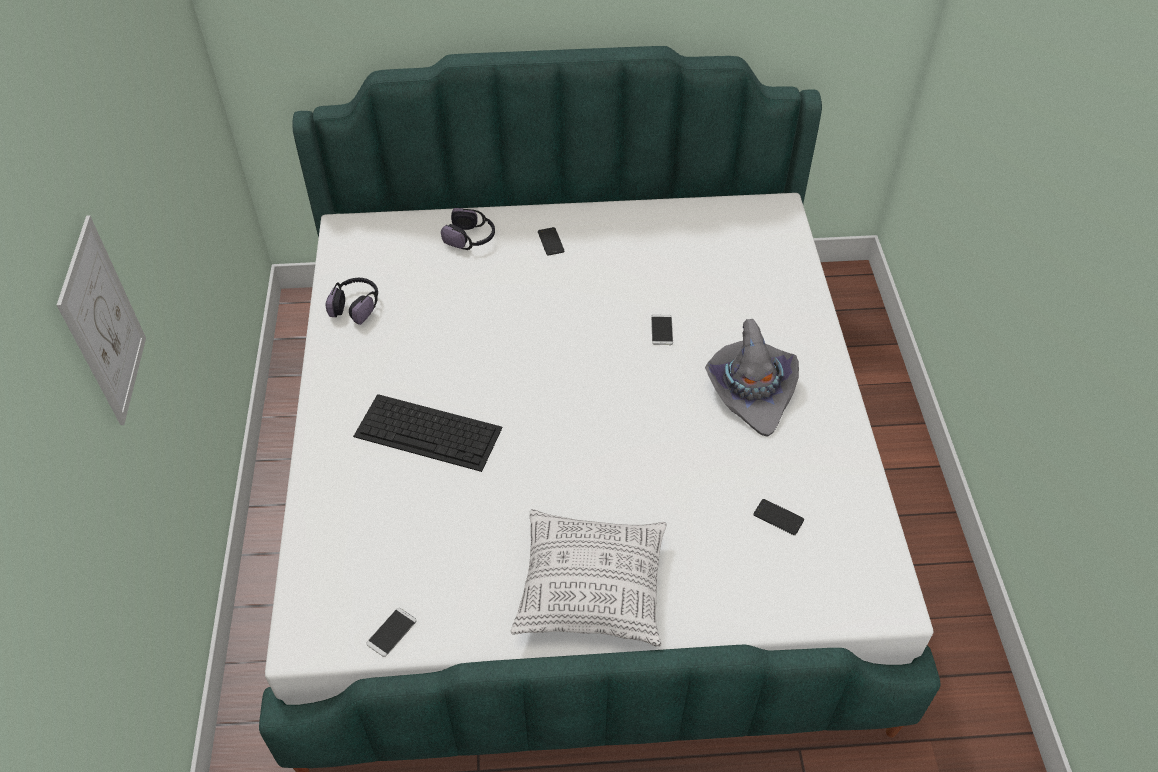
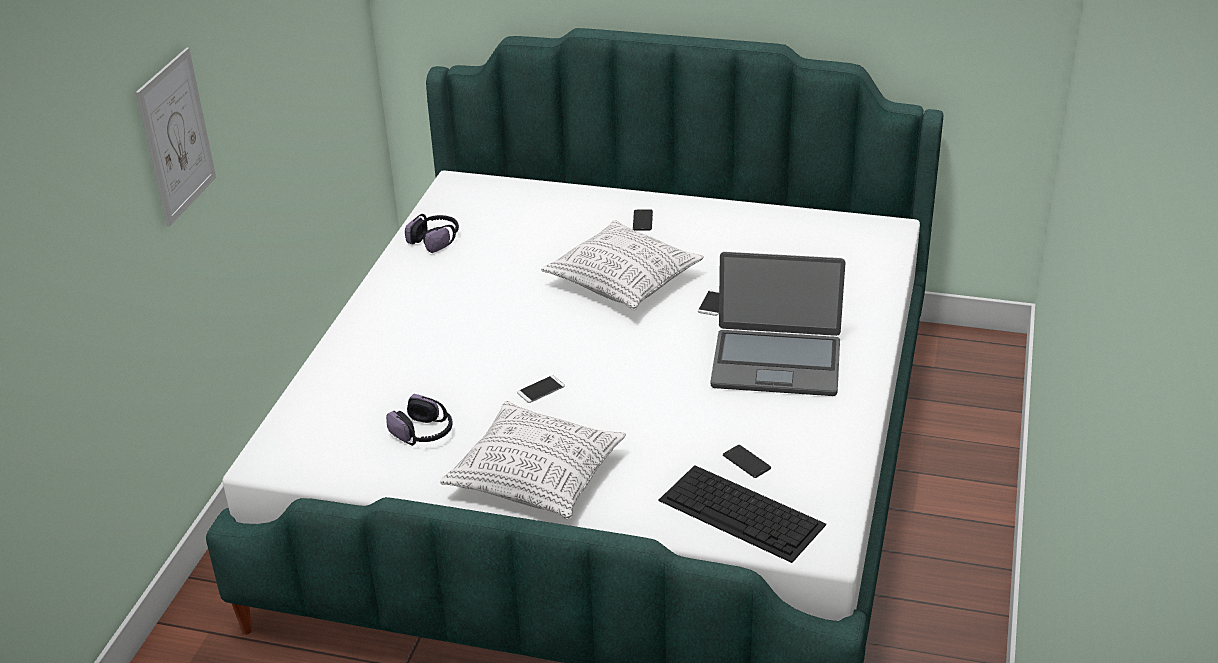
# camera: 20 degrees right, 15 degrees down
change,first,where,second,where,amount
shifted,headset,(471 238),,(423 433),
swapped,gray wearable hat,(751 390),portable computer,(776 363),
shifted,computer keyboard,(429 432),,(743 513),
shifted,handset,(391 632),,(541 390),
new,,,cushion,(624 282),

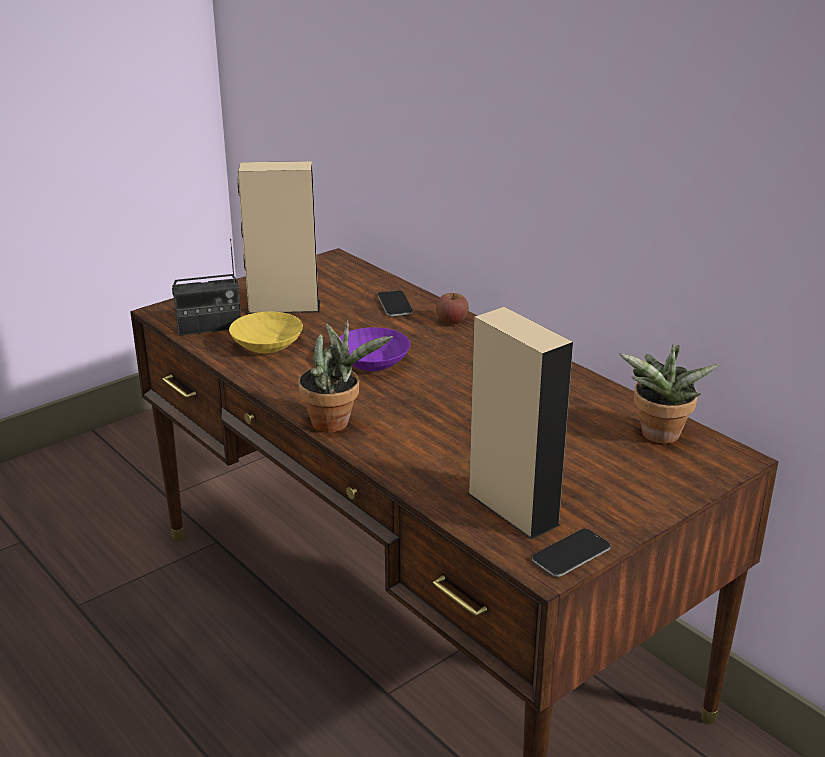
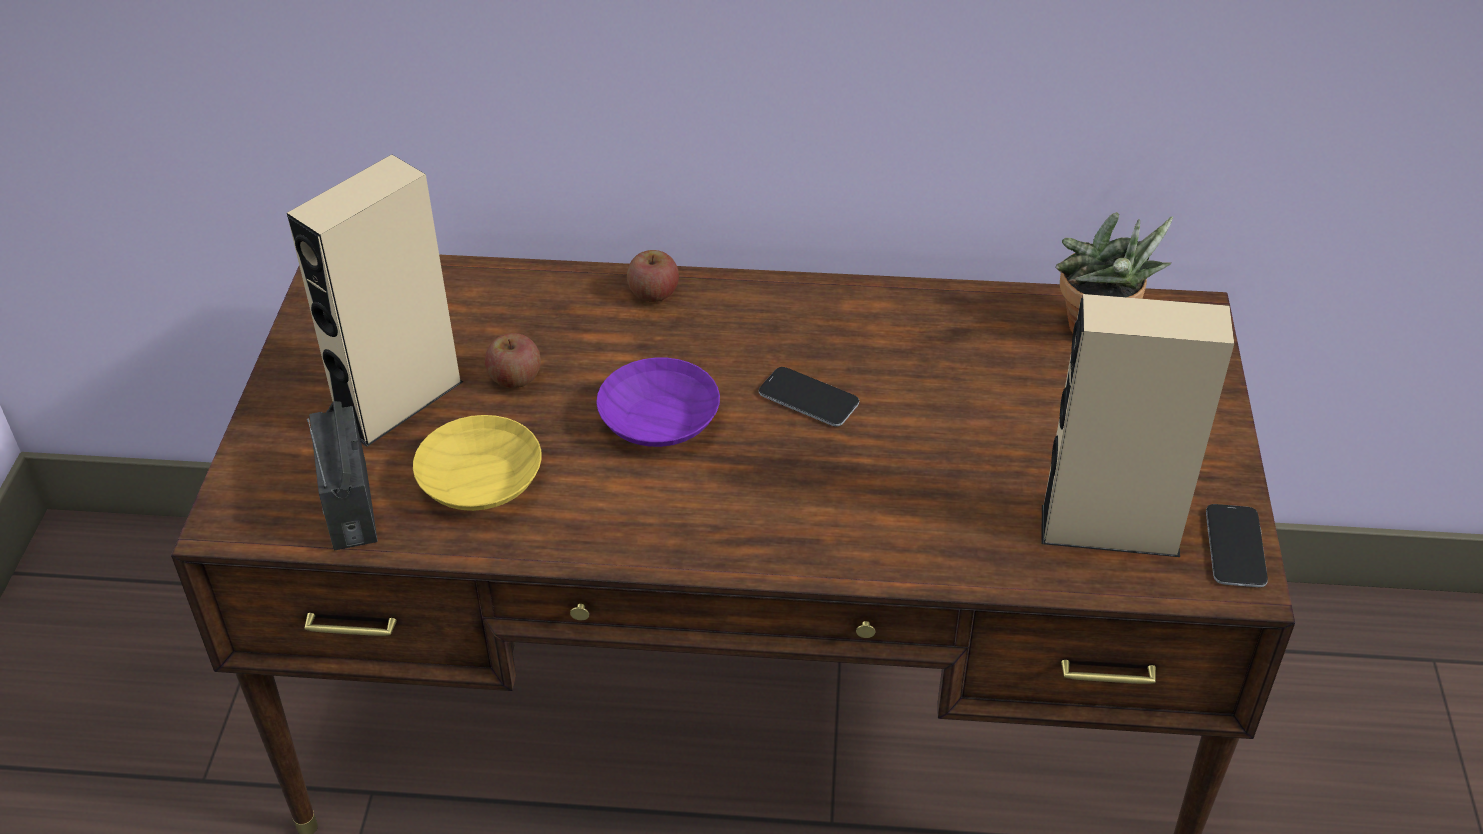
# camera: 45 degrees left, 15 degrees up
change,first,where,second,where,amount
rotated,radio,(209 327),,(349 505),135 degrees clockwise
shifted,handset,(395 304),,(808 398),
gone,houseplant,(336 423),,,
new,,,whole apple,(515 378),

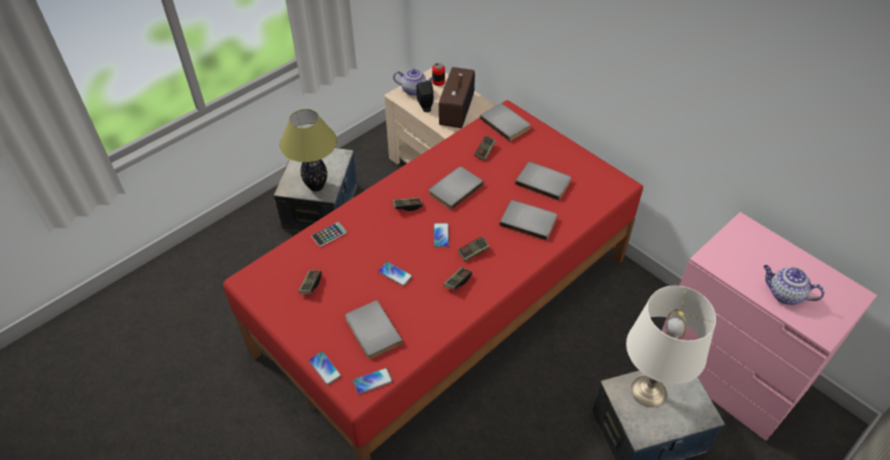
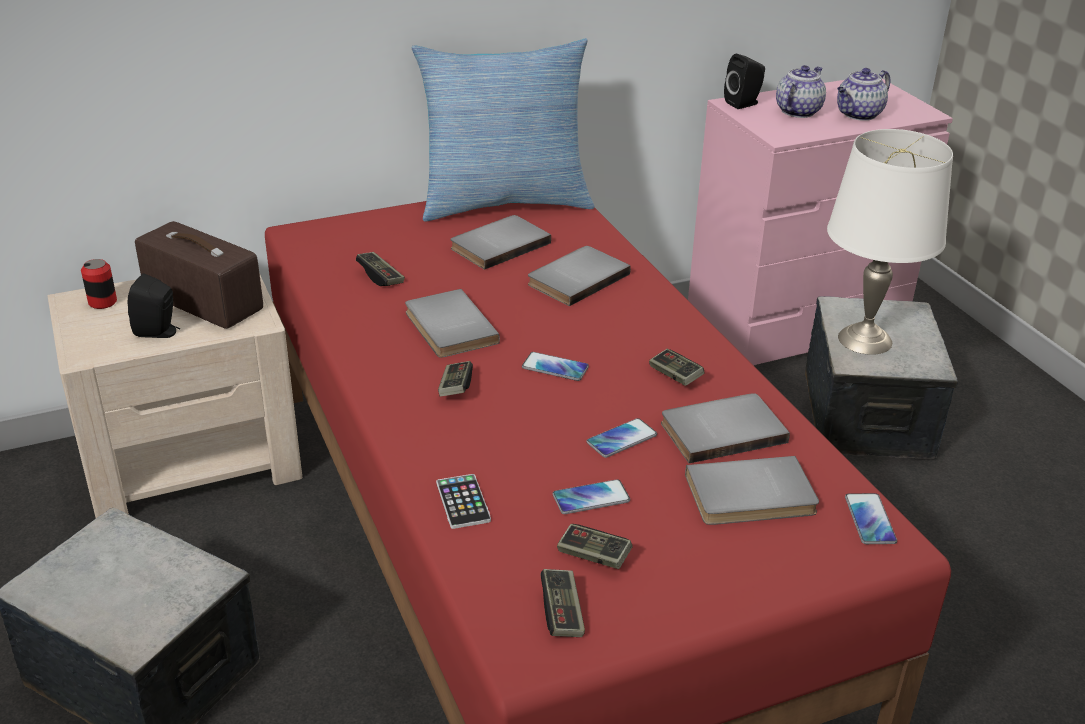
# camera: 70 degrees left, 15 degrees down
change,first,where,second,where,amount
shifted,tea pot,(414 90),,(798 111),
shifted,gray bound book,(506 123),,(721 430),
gone,table lamp,(316 187),,,
shifted,joypad,(473 252),,(562 612),
shifted,handset,(324 368),,(591 498),
new,,,cushion,(504 202),
new,,,black-coloured audio speaker,(744 103),

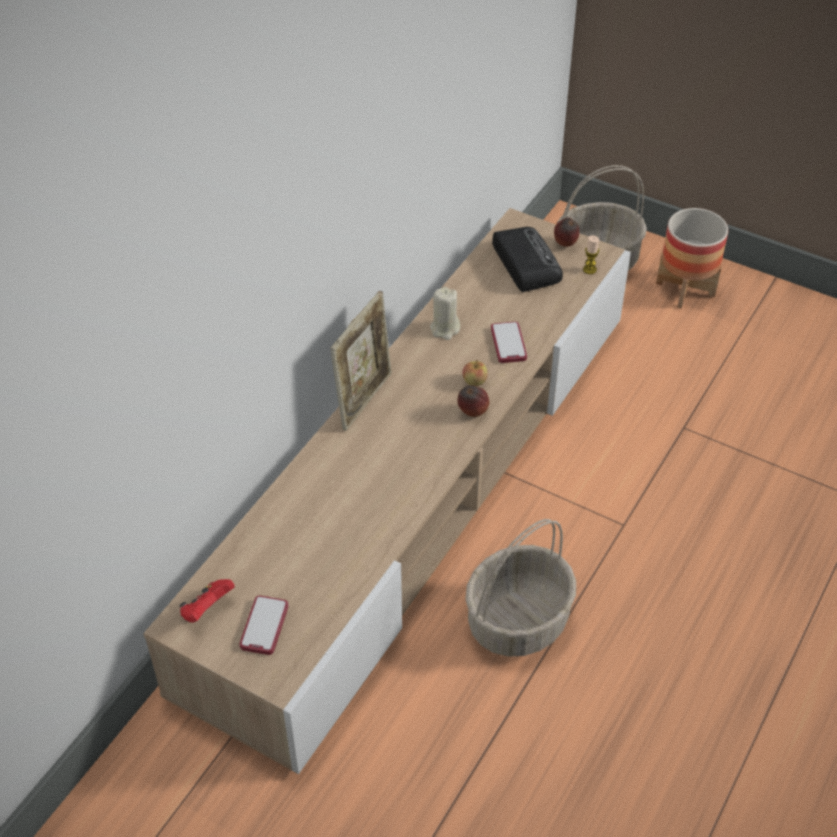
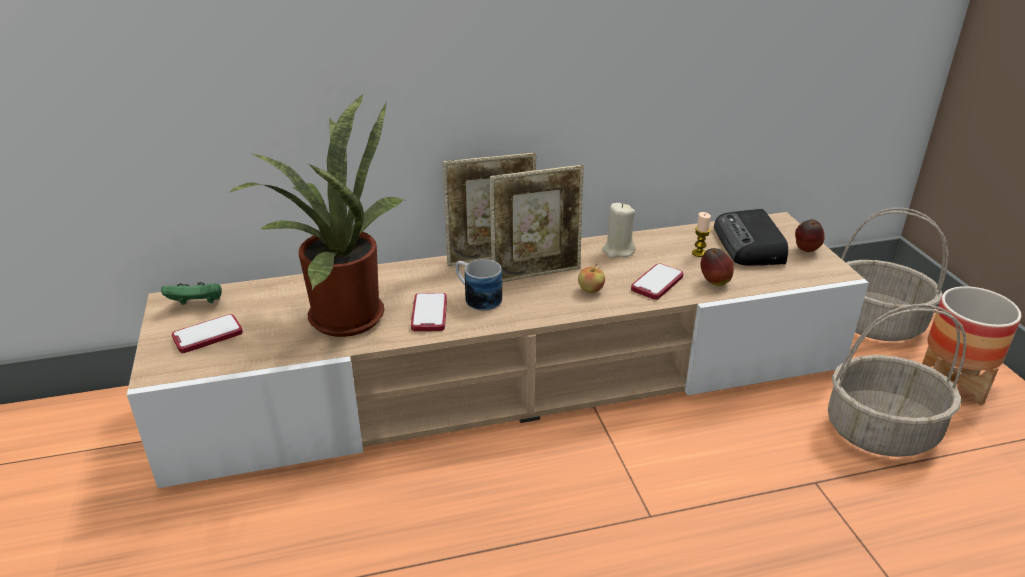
# camera: 45 degrees right, 15 degrees down
change,first,where,second,where,amount
rotated,radio,(525 262),,(750 245),150 degrees clockwise
shifted,wax light,(589 269),,(699 253),
shifted,whole apple,(472 413),,(714 283),
shifted,basket,(518 620),,(882 430),
repainted,red joypad,(207 610),greenish joypad,(197 304),
new,,,houseplant,(340 315),
new,,,standing frame,(536 273),
new,,,coffee mug,(477 298),
new,,,handset,(429 313),

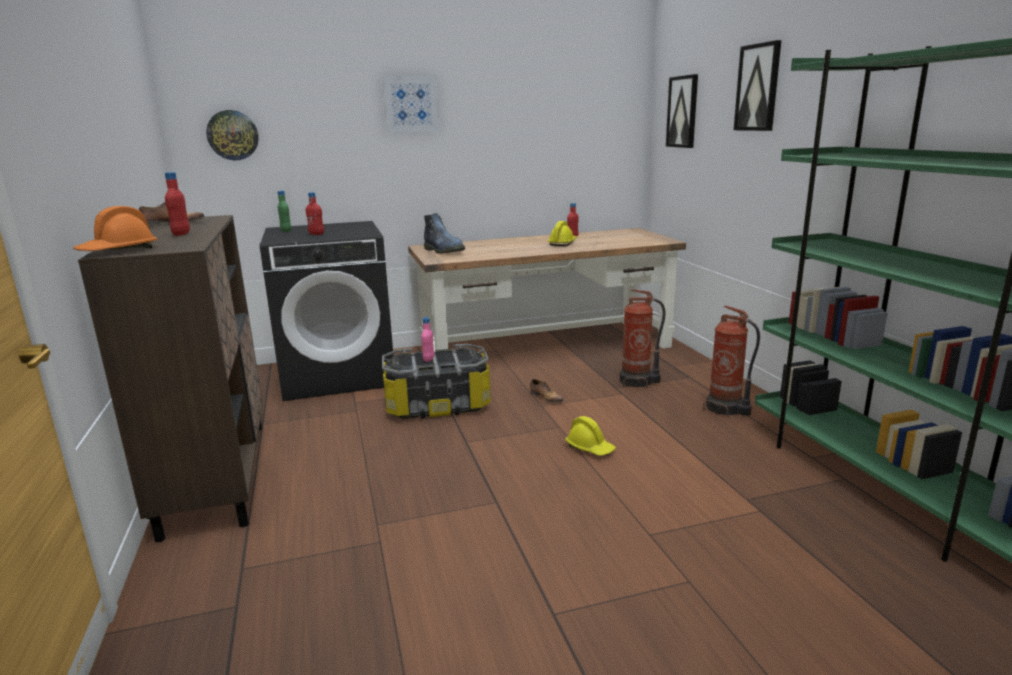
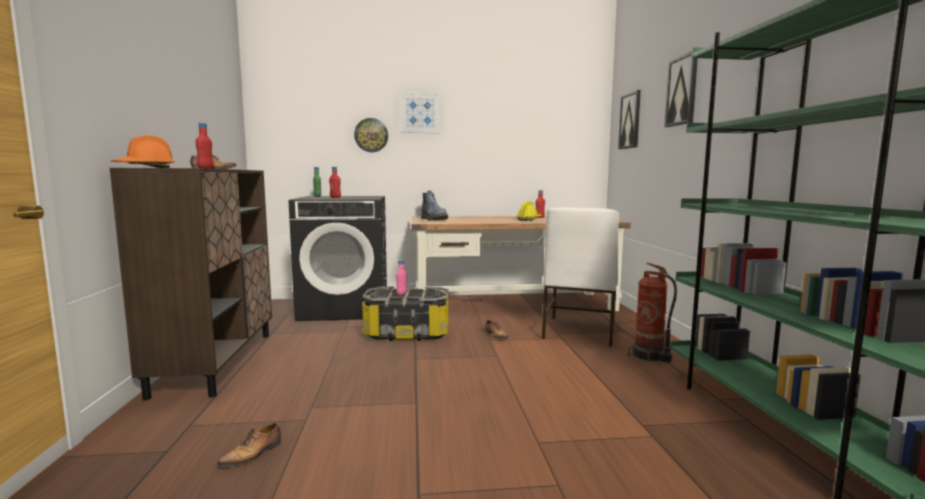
# camera: 10 degrees right, 10 degrees down
change,first,where,second,where,amount
shifted,hanging clock,(232 135),,(371 135),
swapped,fire-fighting cylinder,(637 382),whitish chair,(578 331),
gone,yellowish hard hat,(590 448),,,
new,,,low shoe,(253 454),

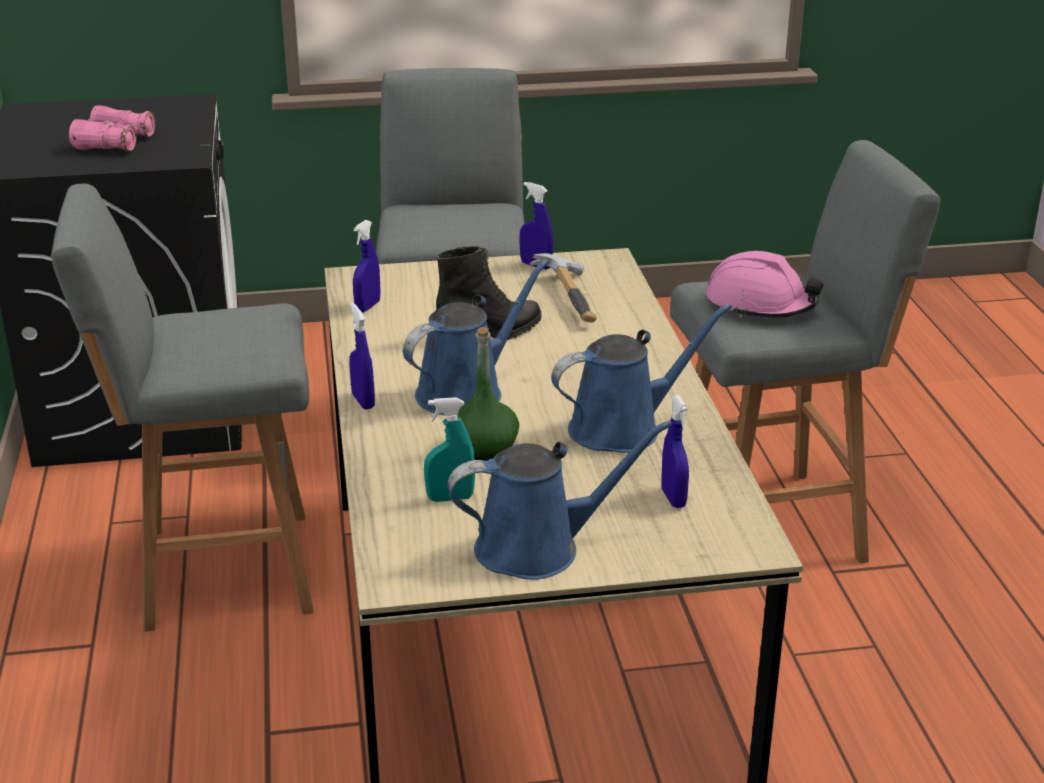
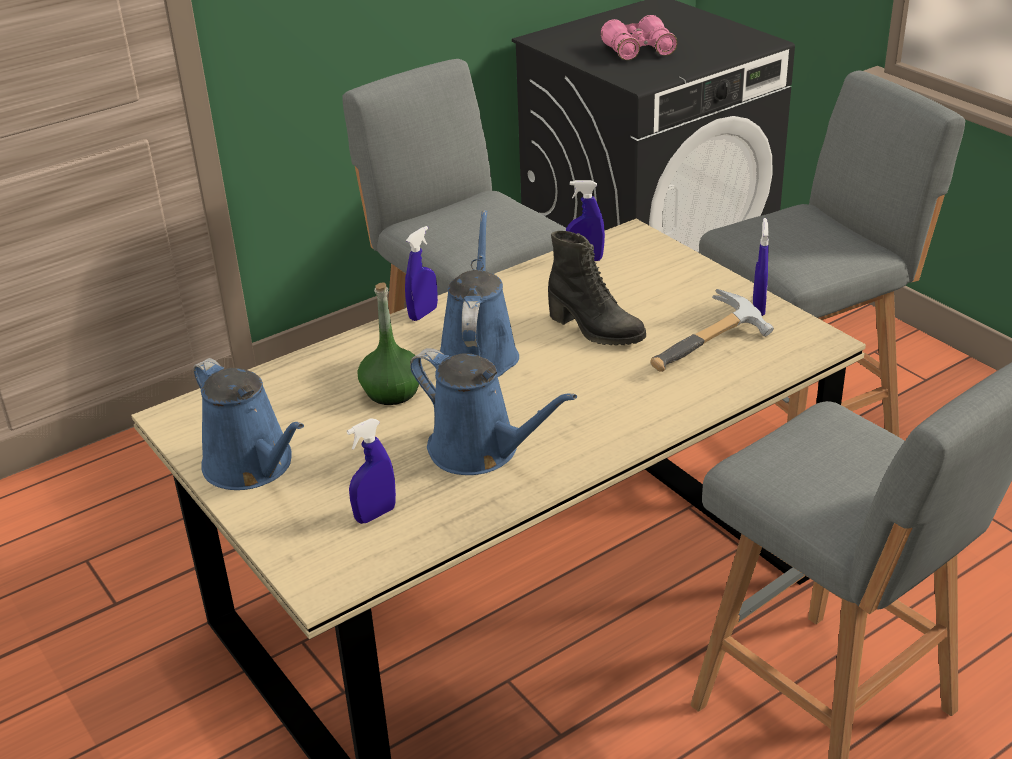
# camera: 65 degrees right, 5 degrees up
change,first,where,second,where,amount
gone,pink-coloured hard hat,(760 305),,,
rotated,blue-coloured watering can,(466 391),,(478 353),105 degrees counterclockwise
gone,turquoise spray bottle,(450 498),,,

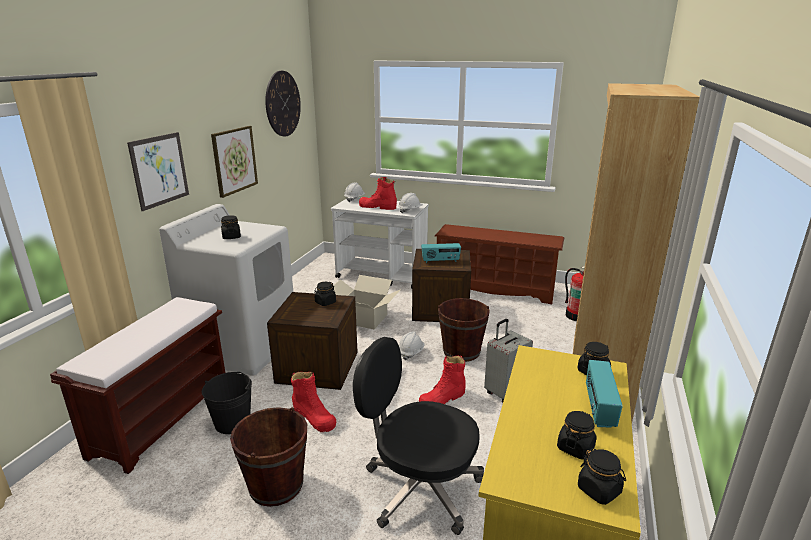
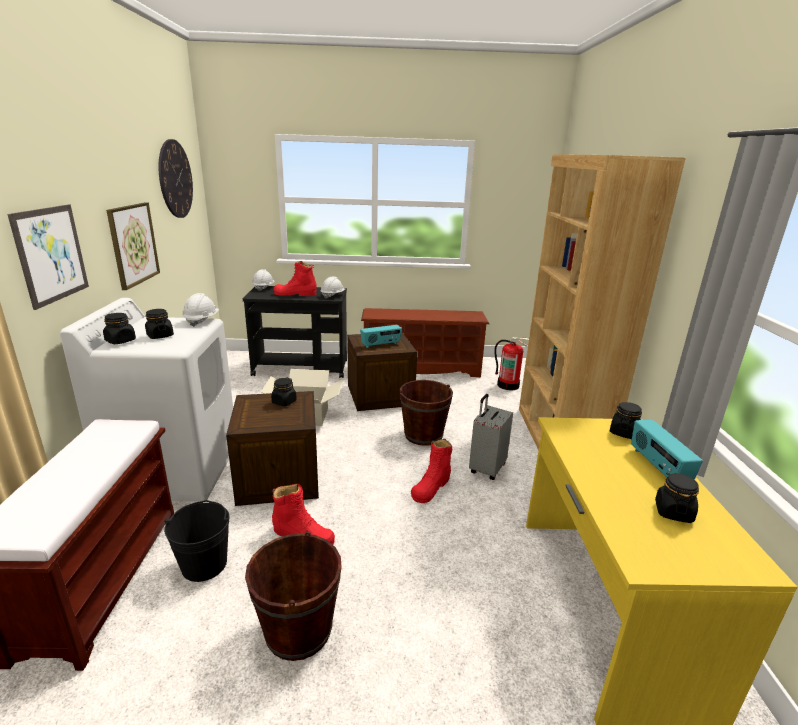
# camera: 20 degrees left, 0 degrees up
change,first,where,second,where,amount
repainted,whitish cart,(382 275),black-coloured cart,(302 368),
shifted,whitish hard hat,(411 352),,(201 321),
gone,black-coloured computer chair,(420 488),,,
shifted,black-coloured storage jar,(599 490),,(121 341),

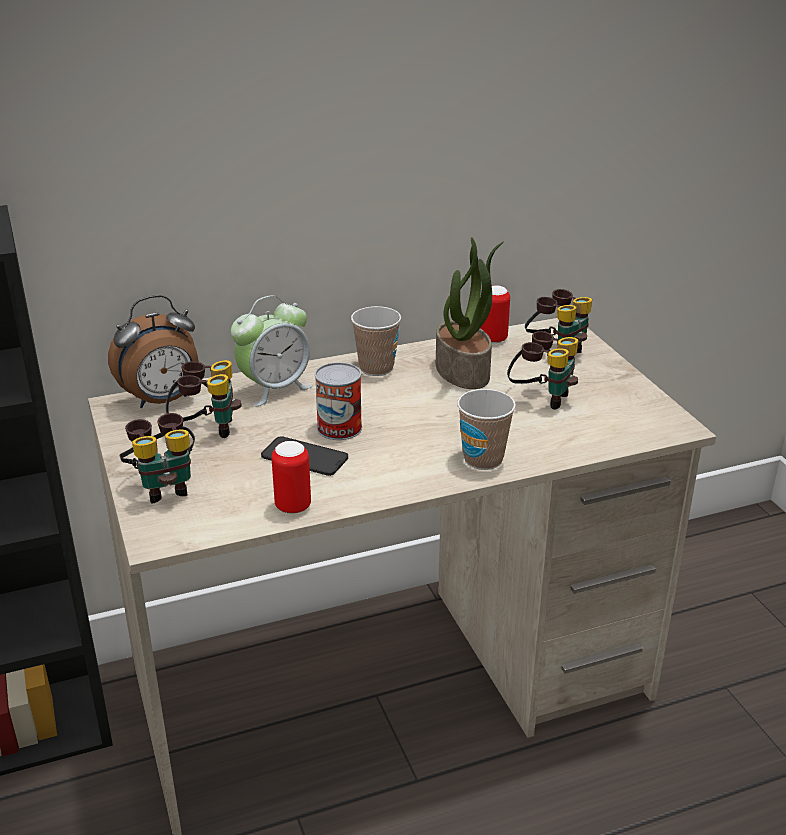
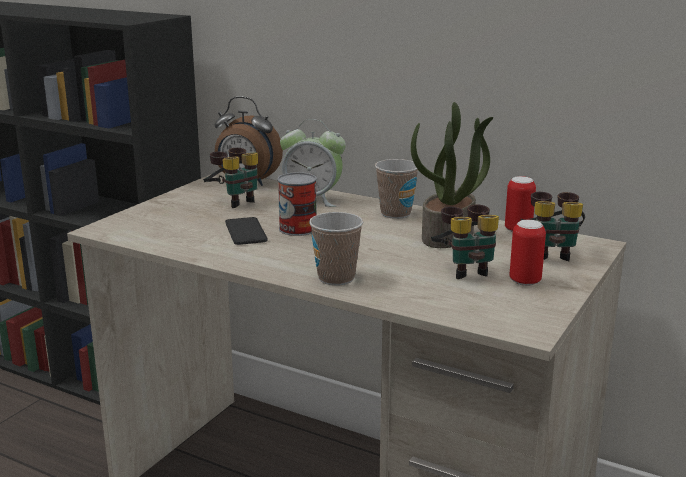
# camera: 50 degrees right, 10 degrees down
change,first,where,second,where,amount
gone,pair of binoculars,(164 487),,,
shifted,metal can,(293 507),,(525 281),

